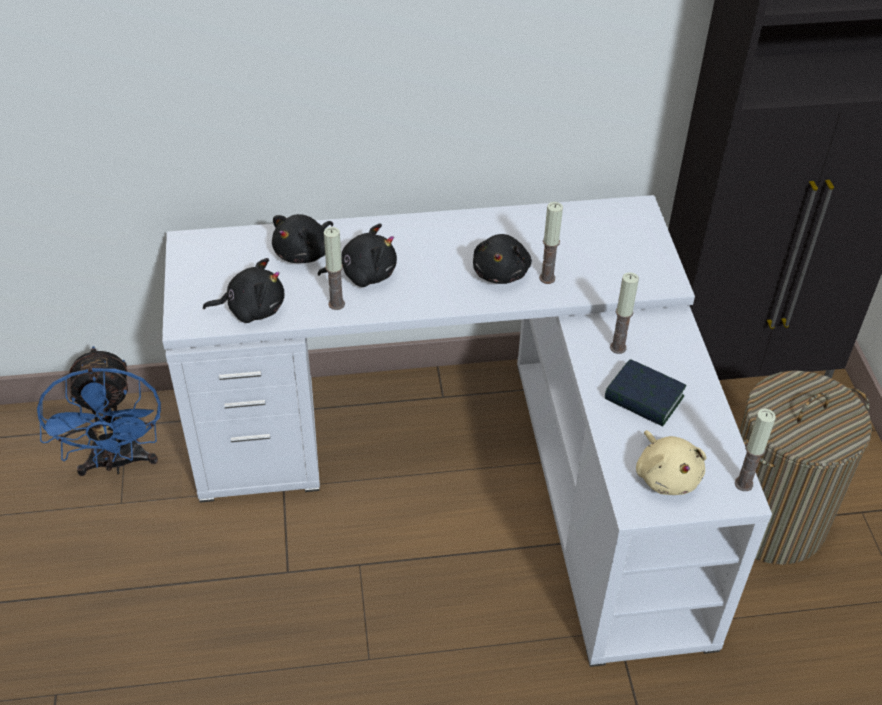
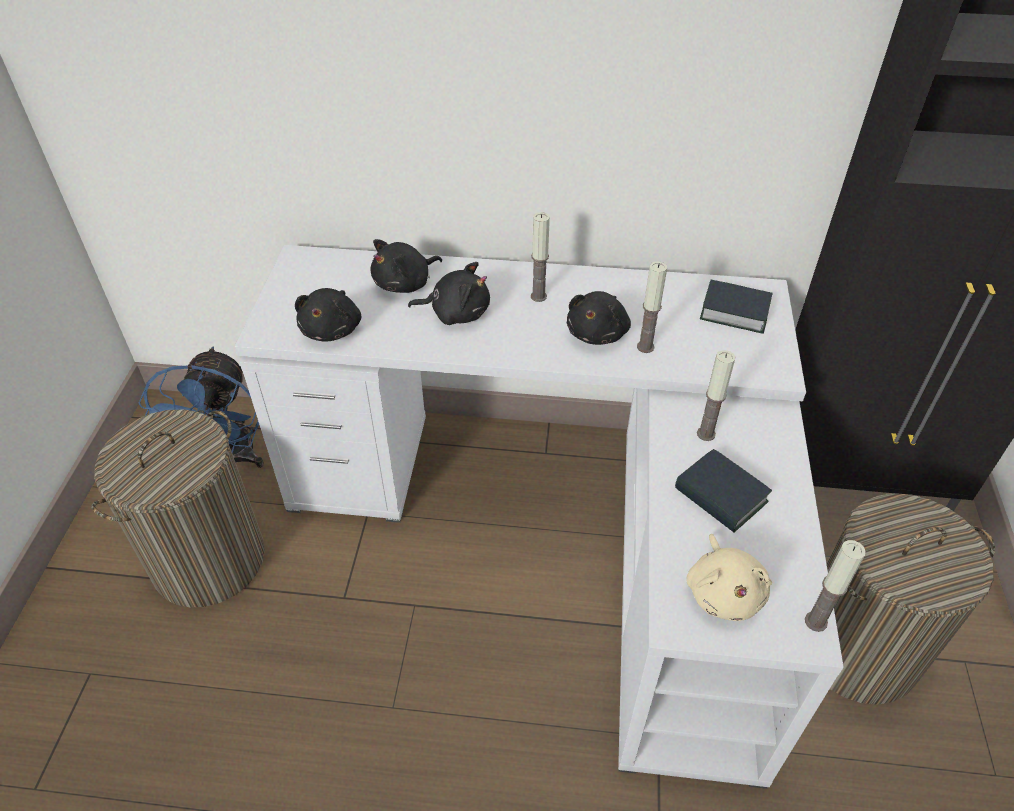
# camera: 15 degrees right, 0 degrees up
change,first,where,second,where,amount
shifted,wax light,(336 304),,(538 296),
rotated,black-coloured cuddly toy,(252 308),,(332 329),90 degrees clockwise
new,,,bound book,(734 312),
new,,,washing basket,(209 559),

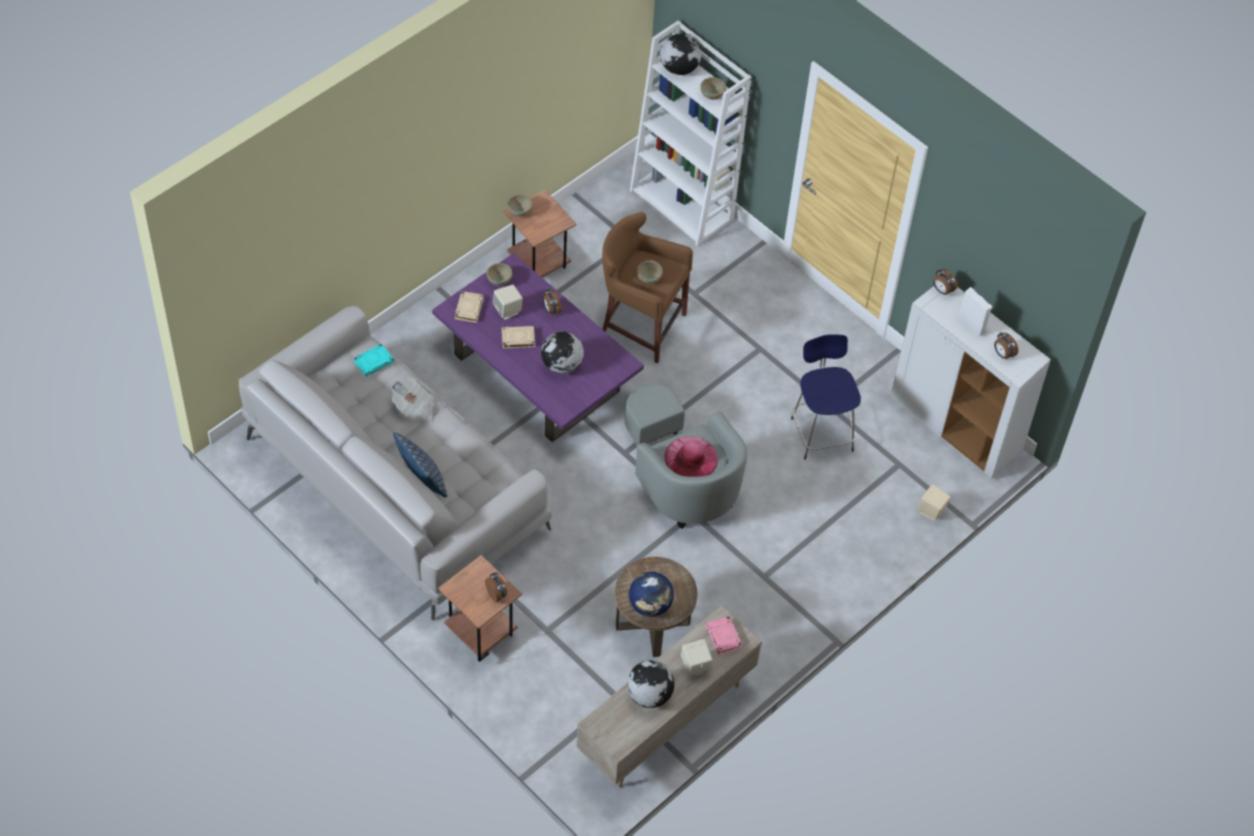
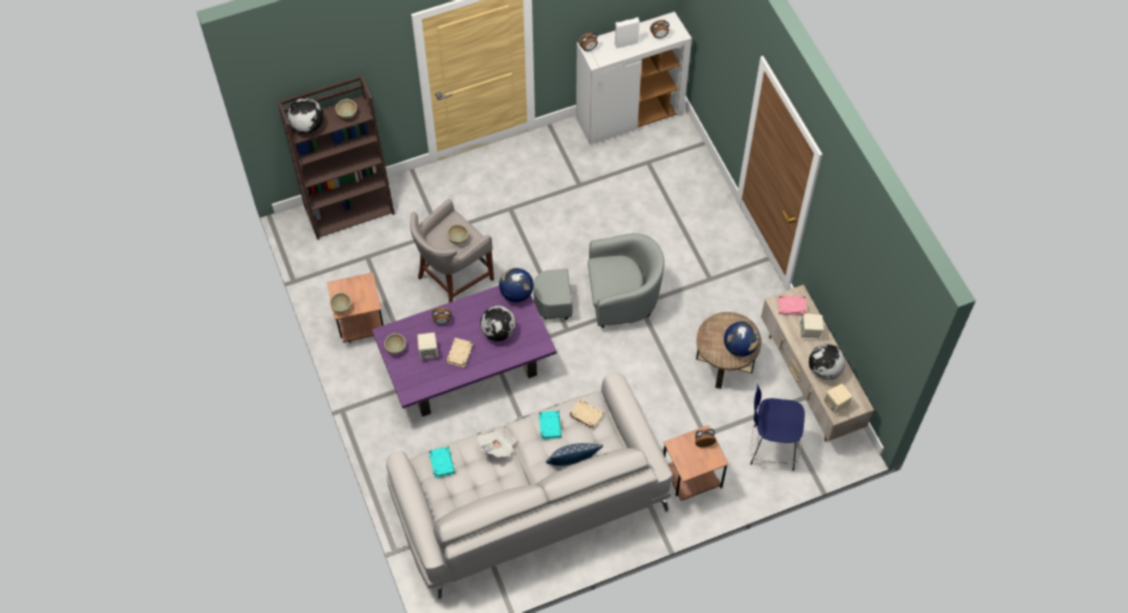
# camera: 65 degrees left, 5 degrees up
change,first,where,second,where,amount
repainted,whitish bookshelf,(683 205),brownish bookshelf,(350 209),
repainted,brownish sitting stool,(639 325),gray sitting stool,(453 278),
shifted,sand-coloured bound book,(469 308),,(585 415),
shifted,blue-coloured sitting stool,(821 432),,(771 447),
gone,pink-coloured wearable hat,(691 458),,,
shifted,sand-coloured audio speaker,(931 511),,(836 404),
new,,,desk globe,(516 293),
new,,,turquoise bound book,(549 425),

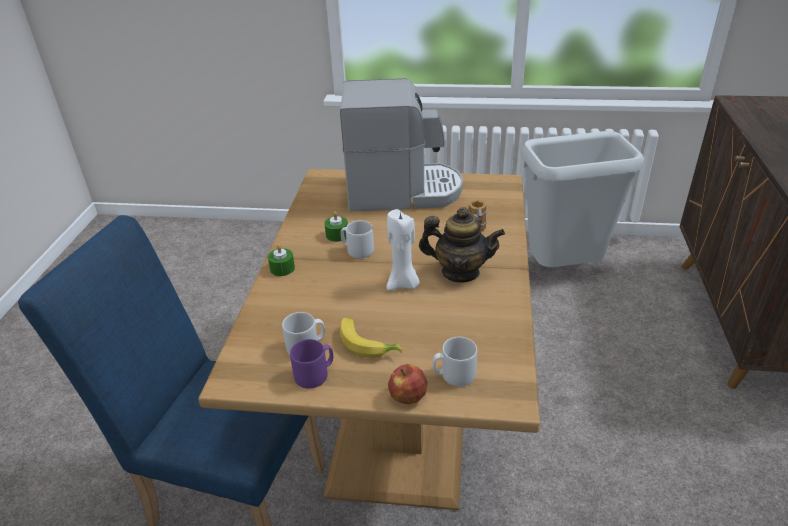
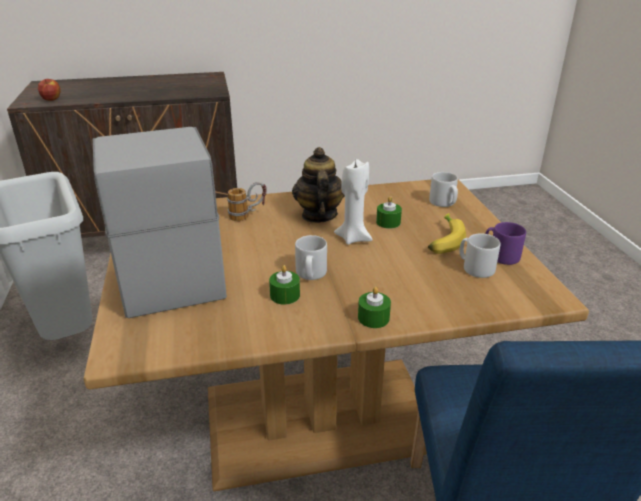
# camera: 110 degrees left, 5 degrees down
change,first,where,second,where,amount
shifted,whole apple,(408 397),,(52 99),
new,,,greenish wax light,(388 222),

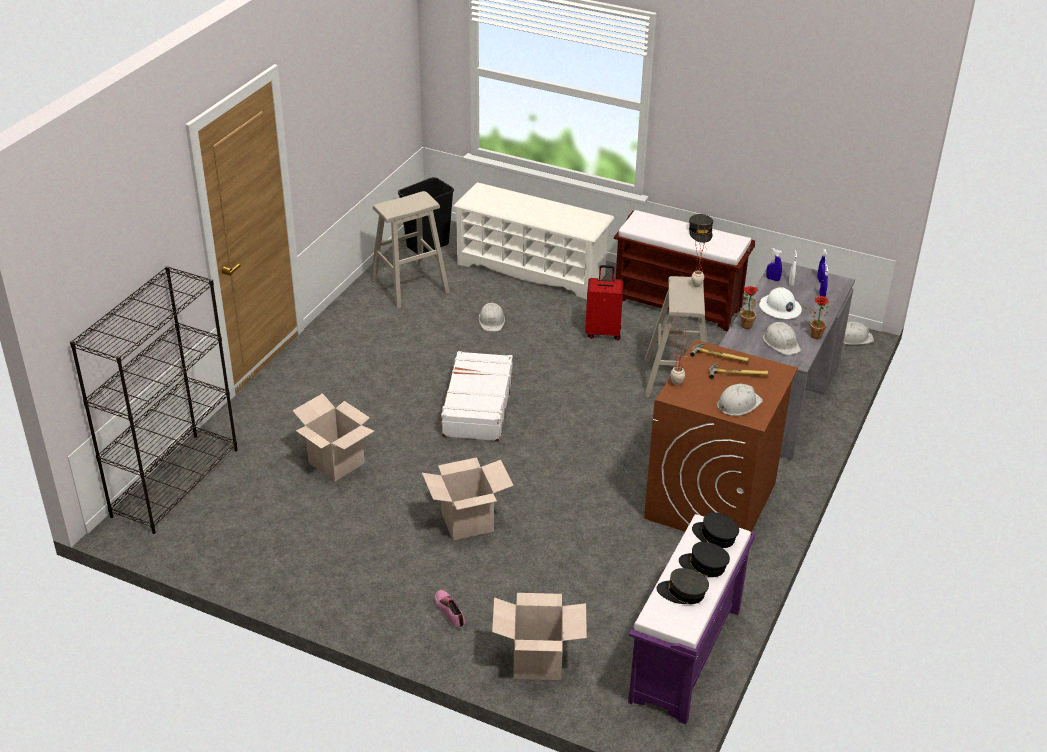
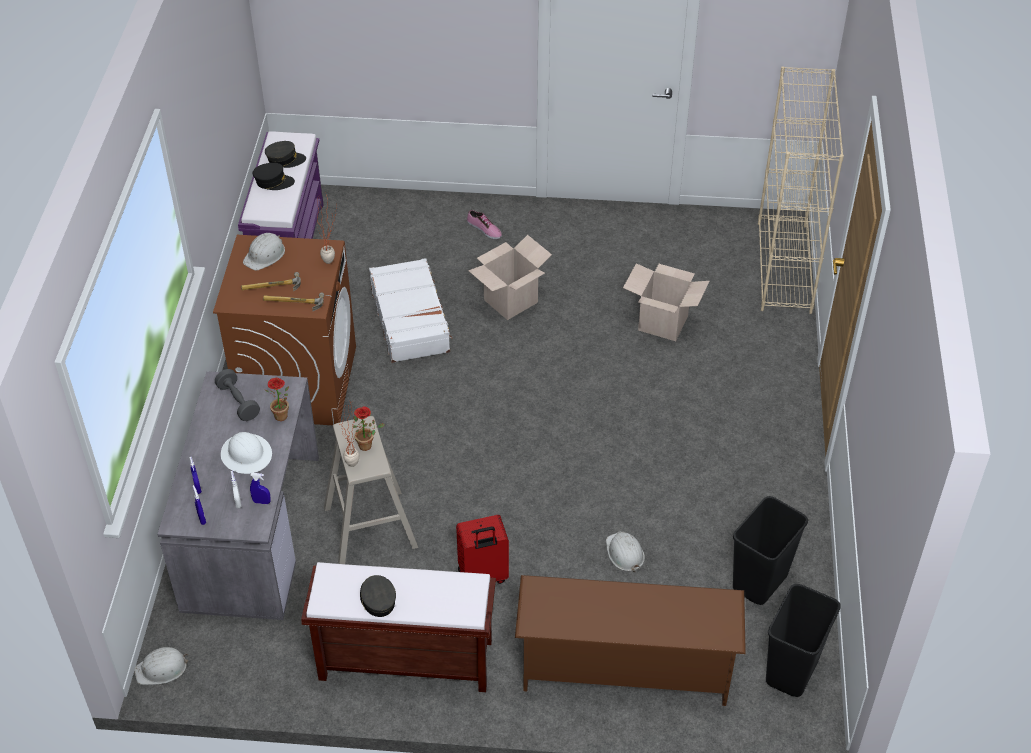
# camera: 160 degrees right, 10 degrees up
change,first,where,second,where,amount
repainted,whitish shoe rack,(532 269),brownish shoe rack,(625 668),
swapped,sand-coloured sitting stool,(410 286),black-coloured rubbish bin,(760 582),
repainted,black-coloured bookshelf,(175 482),sand-coloured bookshelf,(784 267),
shifted,houseplant,(813 335),,(368 445),
swapped,whitish hard hat,(781 343),gray dumbbell,(238 402),
shifted,whitish travel case,(477 406),,(410 319),
gone,black-coloured baseball cap,(715 536),,,
gone,carton,(537 662),,,

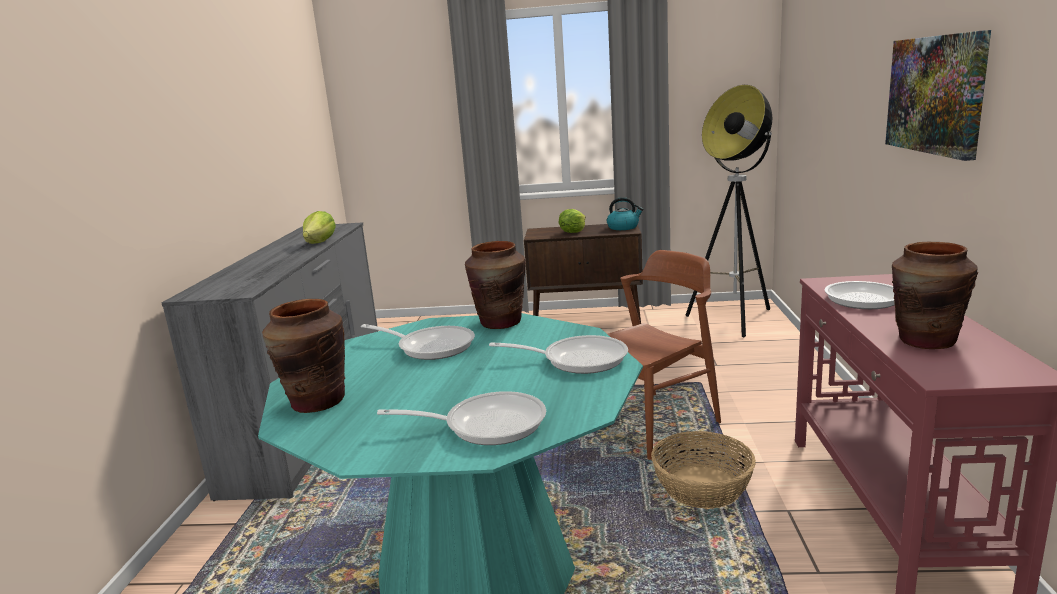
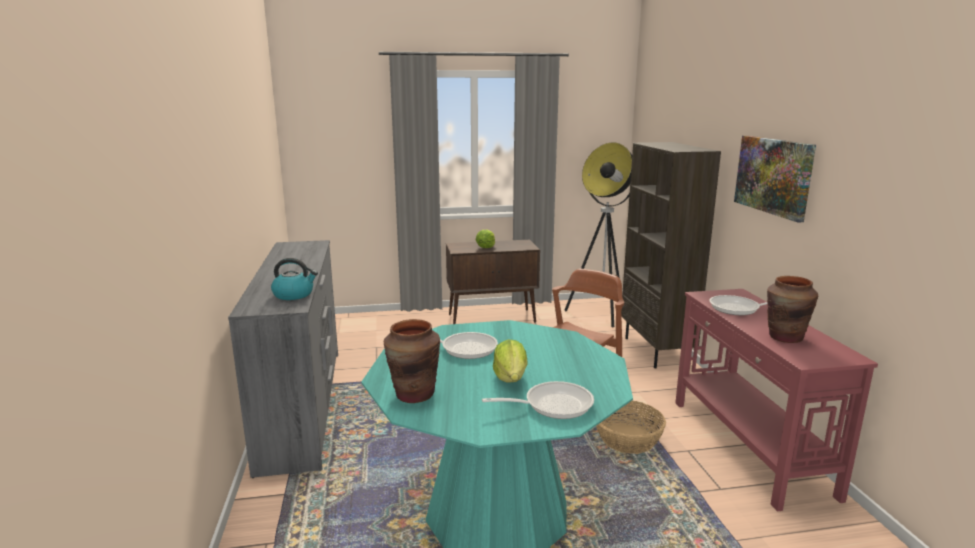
# camera: 15 degrees left, 0 degrees up
change,first,where,second,where,amount
shifted,kettle,(623 227),,(294 294),
shifted,lettuce,(320 242),,(510 377),
gone,brownish vase,(500 322),,,
gone,pan,(577 359),,,
new,,,brownish bookshelf,(656 351),

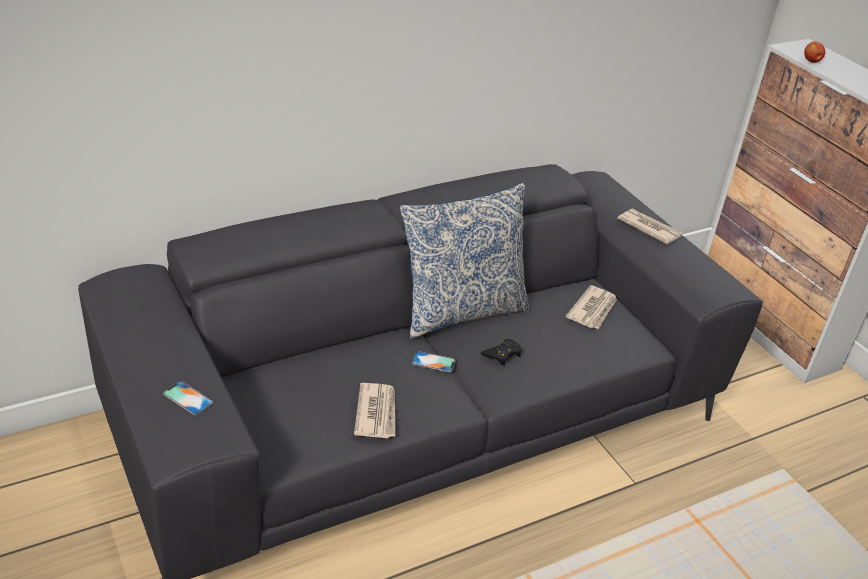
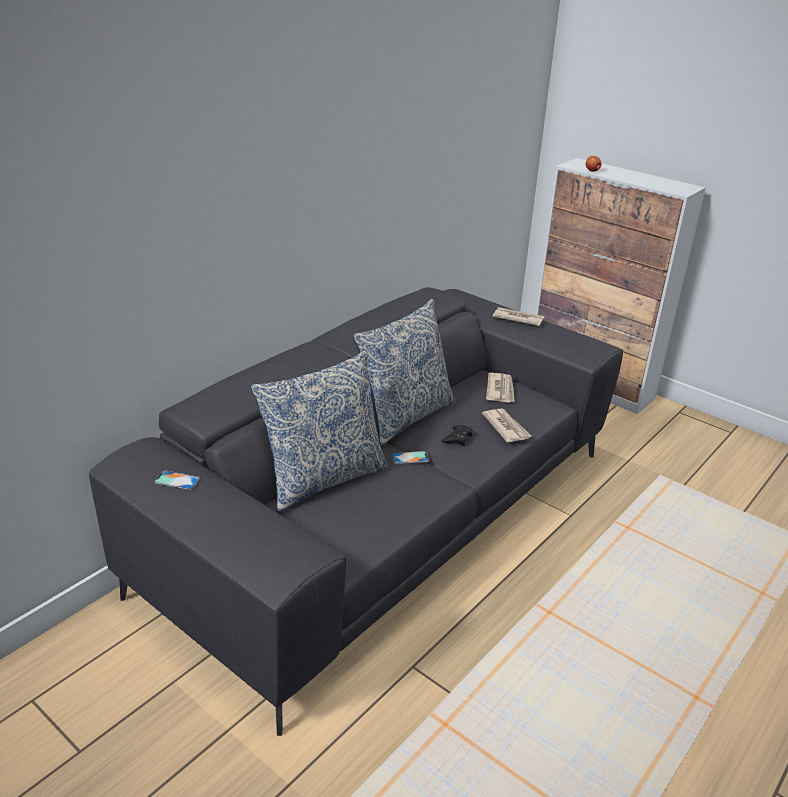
# camera: 20 degrees left, 5 degrees down
change,first,where,second,where,amount
shifted,handset,(188 398),,(177 480),
shifted,printed paper,(377 413),,(506 427),
new,,,cushion,(324 478),

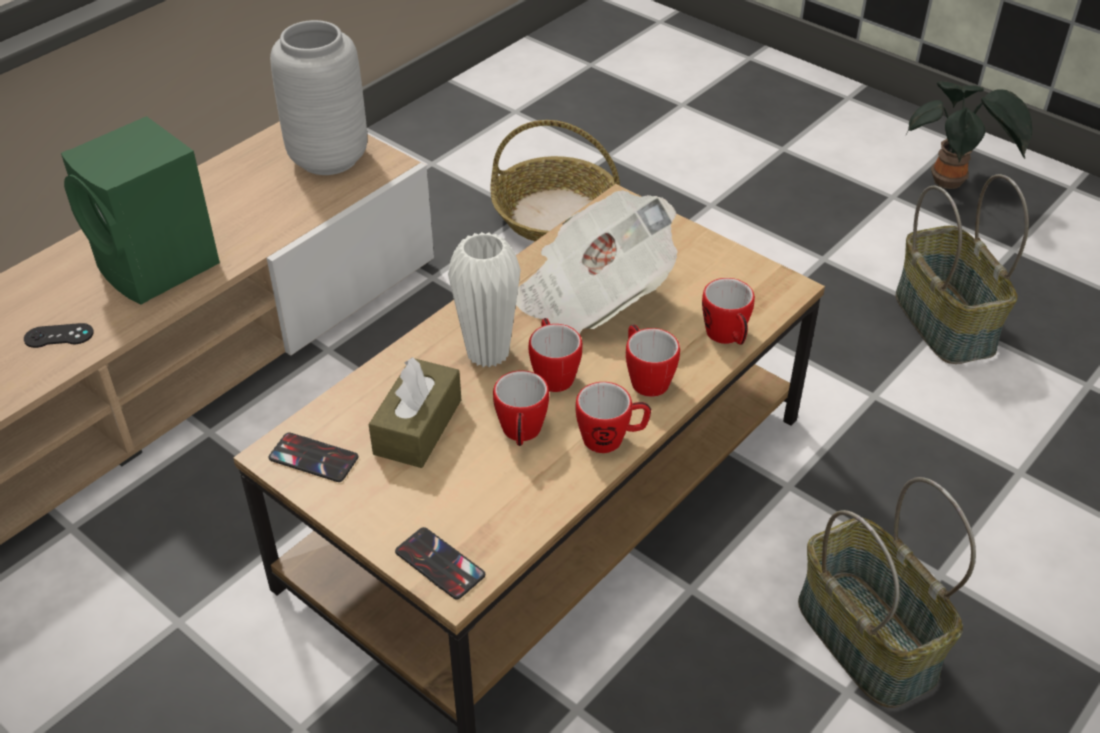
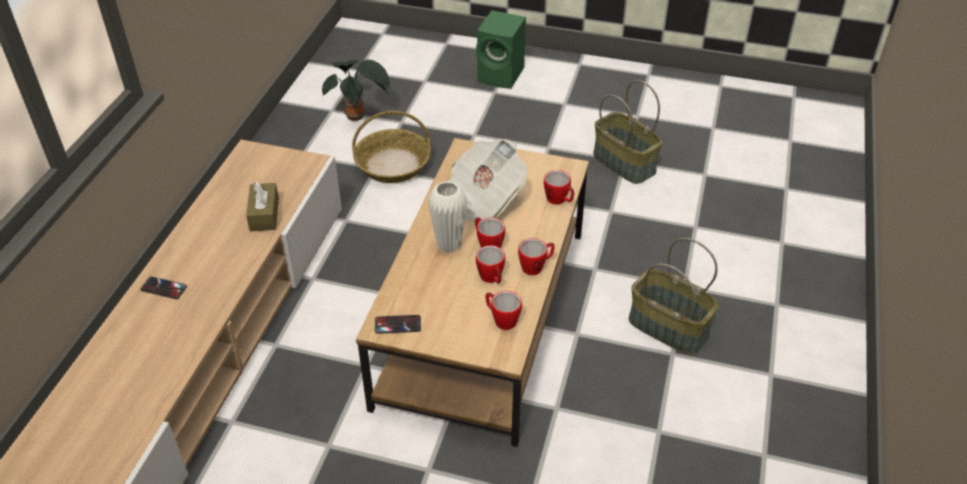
# camera: 25 degrees left, 0 degrees up
change,first,where,second,where,amount
gone,gray vase,(329 159),,,
shifted,houseplant,(951 182),,(358 116),
shifted,greenish audio speaker,(159 268),,(502 75),
gone,black-coloured joypad,(59 336),,,
shifted,coffee mug,(645 378),,(501 319),
shifted,brownish tissue box,(418 427),,(264 214),
shifted,handset,(439 564),,(163 288),

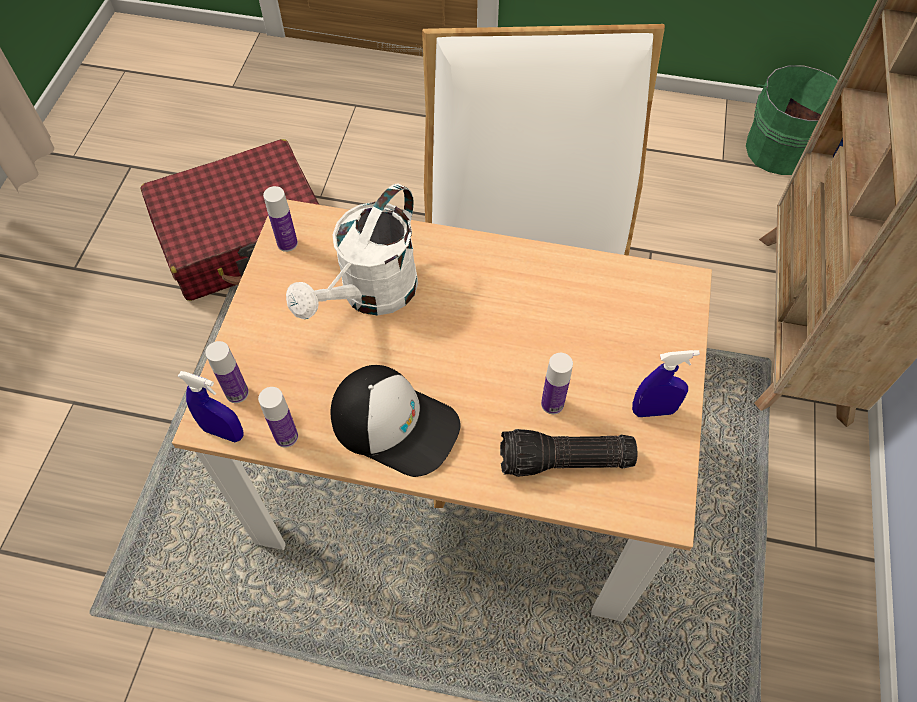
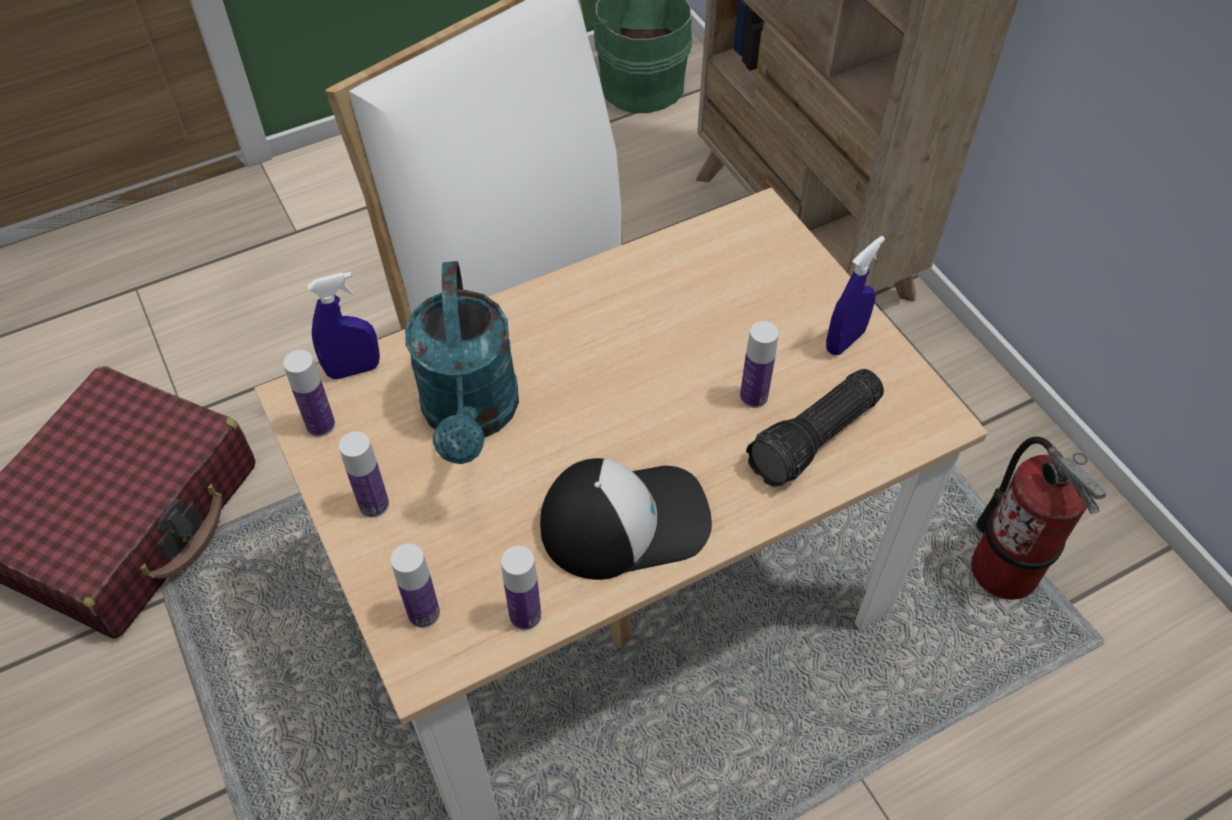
# camera: 40 degrees left, 5 degrees down
change,first,where,second,where,amount
repainted,whitish watering can,(370 295),turquoise watering can,(471 416),
shifted,blue-coloured spray bottle,(223 432),,(353 370),
new,,,drink bottle,(374 504),
new,,,fire-fighting cylinder,(1004 569),

